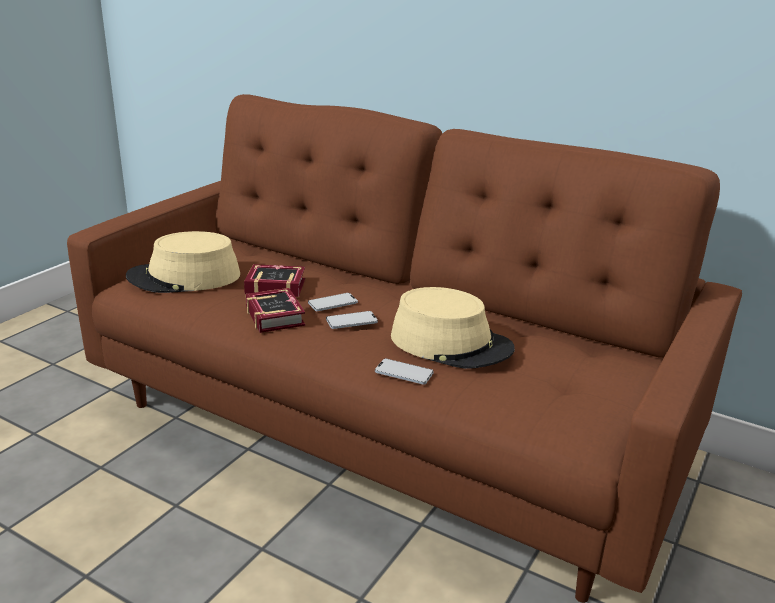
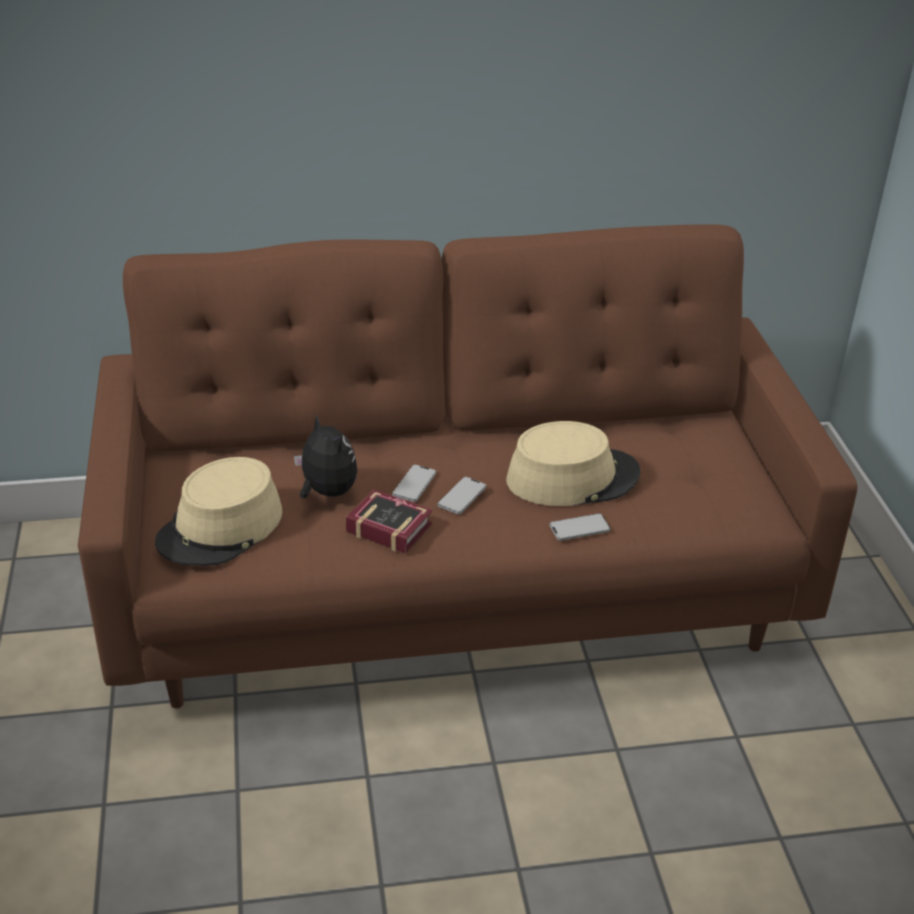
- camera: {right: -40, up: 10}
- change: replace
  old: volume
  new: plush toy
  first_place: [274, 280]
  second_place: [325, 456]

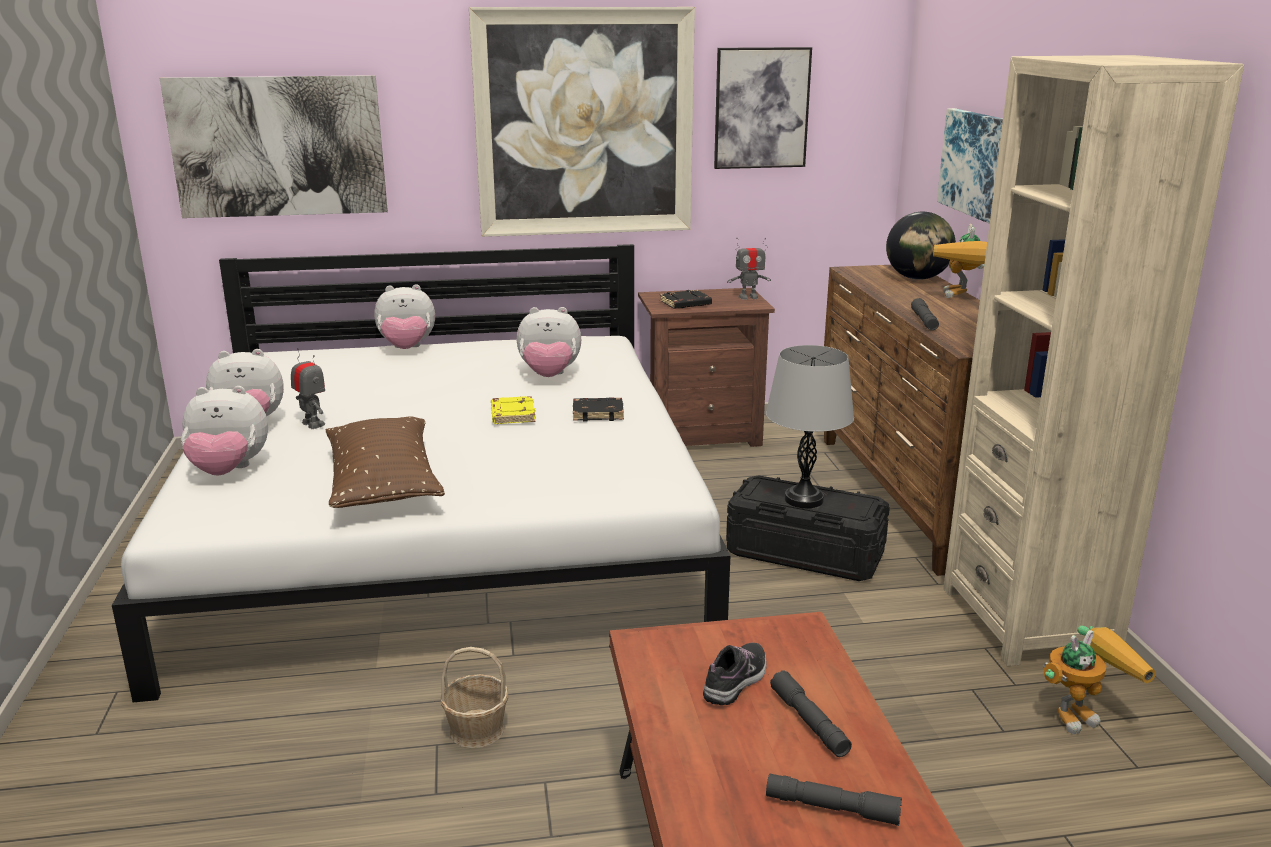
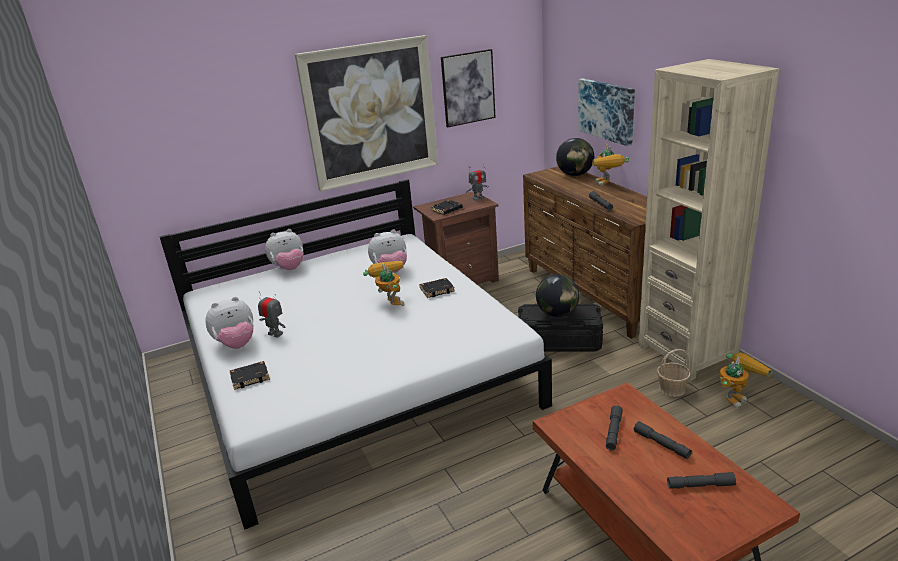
- camera: {right: -15, up: 5}
- change: delete
  old: picture
  first_place: [274, 146]
- change: replace
  old: greyish table lamp
  new: world globe
  first_place: [810, 426]
  second_place: [557, 295]
- change: replace
  old: plush toy
  new: black volume
  first_place: [224, 431]
  second_place: [250, 375]
- change: replace
  old: yellowish volume
  new: model robot
  first_place: [513, 410]
  second_place: [383, 283]
- change: delete
  old: brown pillow
  first_place: [385, 462]
- change: replace
  old: shoe
  new: greyish flashlight
  first_place: [735, 674]
  second_place: [614, 427]
- change: move
  old: storage basket
  first_place: [474, 698]
  second_place: [674, 373]

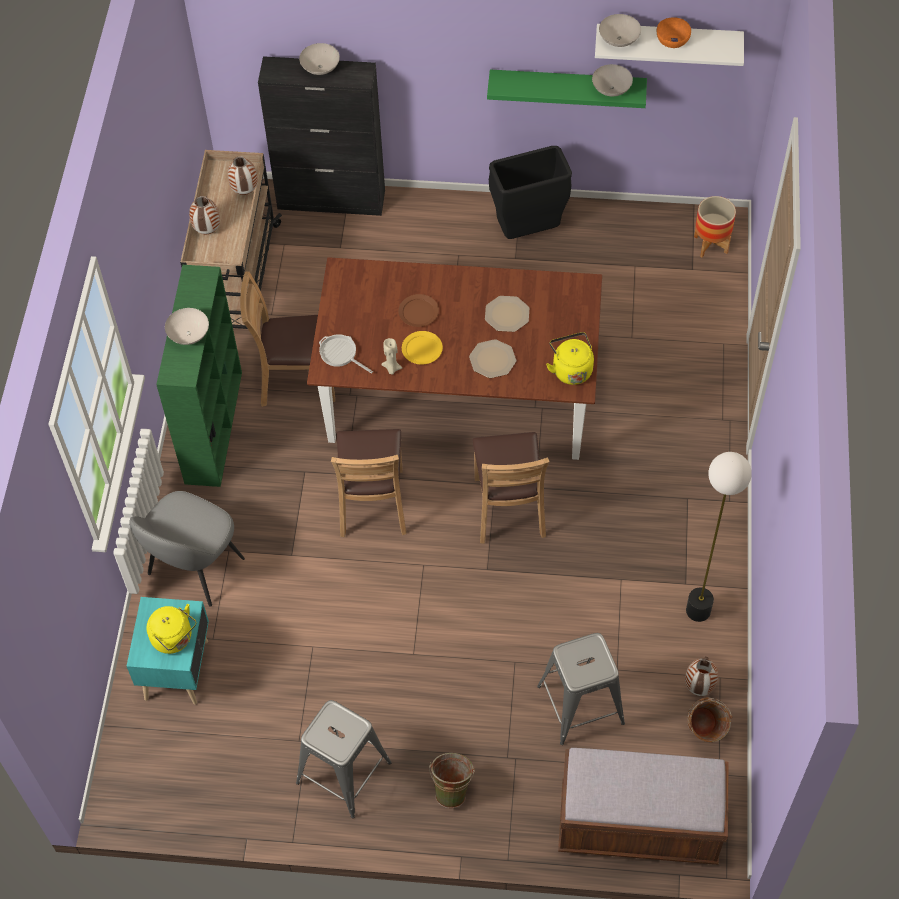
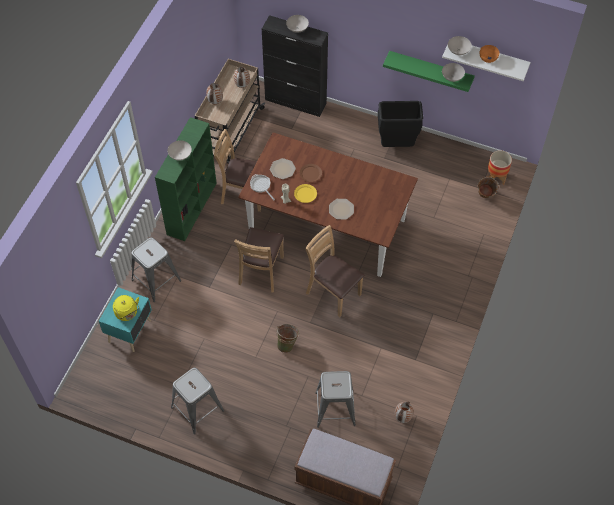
- camera: {right: 15, up: 0}
- change: move
  old: flat dish
  first_place: [507, 314]
  second_place: [283, 168]
- change: delete
  old: yellowish water kettle
  first_place: [570, 358]
- change: rotate
  old: brown upright chair
  first_place: [511, 488]
  second_place: [334, 271]
  degrees: 120
- change: delete
  old: floor lamp
  first_place: [719, 537]
- change: replace
  old: greyish upright chair
  new: greyish stool
  first_place: [187, 549]
  second_place: [156, 269]
- change: move
  old: brown bucket
  first_place: [709, 719]
  second_place: [488, 187]
- change: move
  old: green bucket
  first_place: [452, 780]
  second_place: [287, 338]

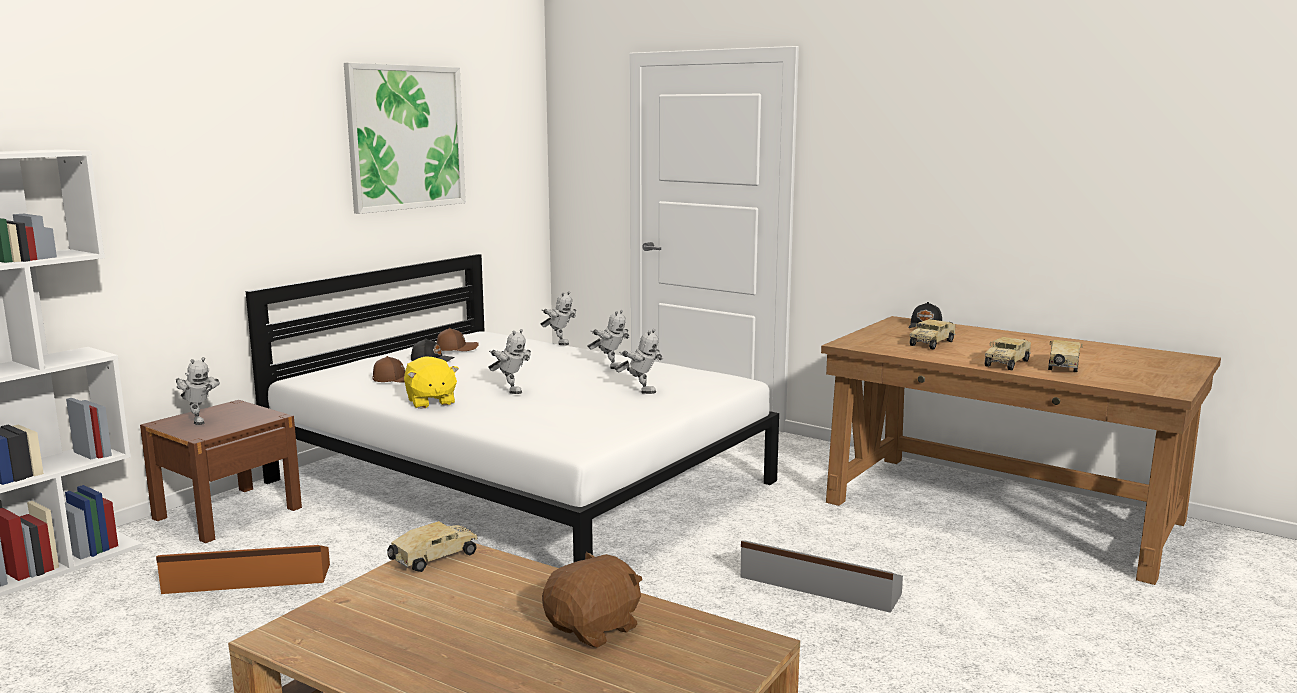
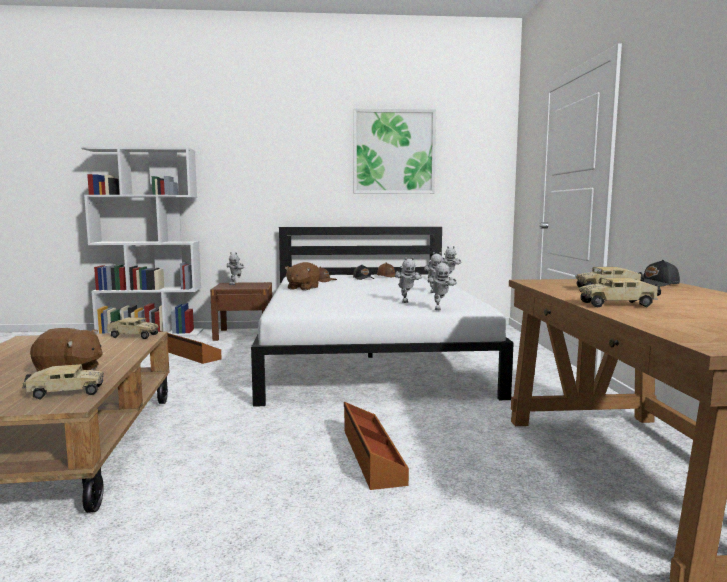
- camera: {right: 50, up: -5}
- change: move
  old: model robot
  first_place: [509, 361]
  second_place: [442, 285]
- change: move
  old: model truck
  first_place: [1065, 356]
  second_place: [63, 382]
- change: recolor
  old: yellowish plush toy
  new: brown plush toy
  first_place: [431, 382]
  second_place: [302, 276]
- change: recolor
  old: greyish storage box
  new: brown storage box
  first_place: [821, 576]
  second_place: [376, 446]

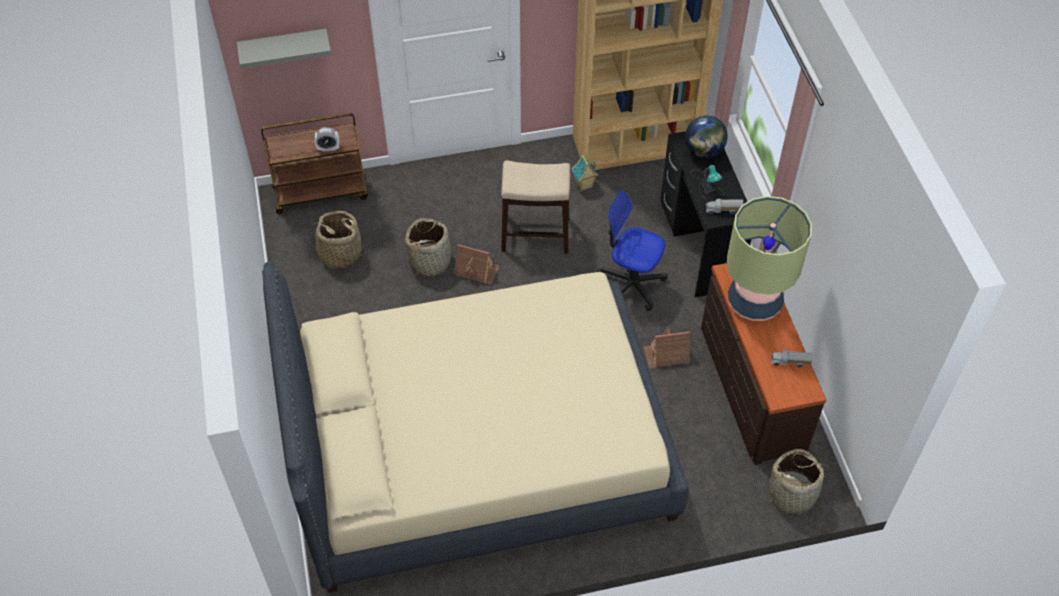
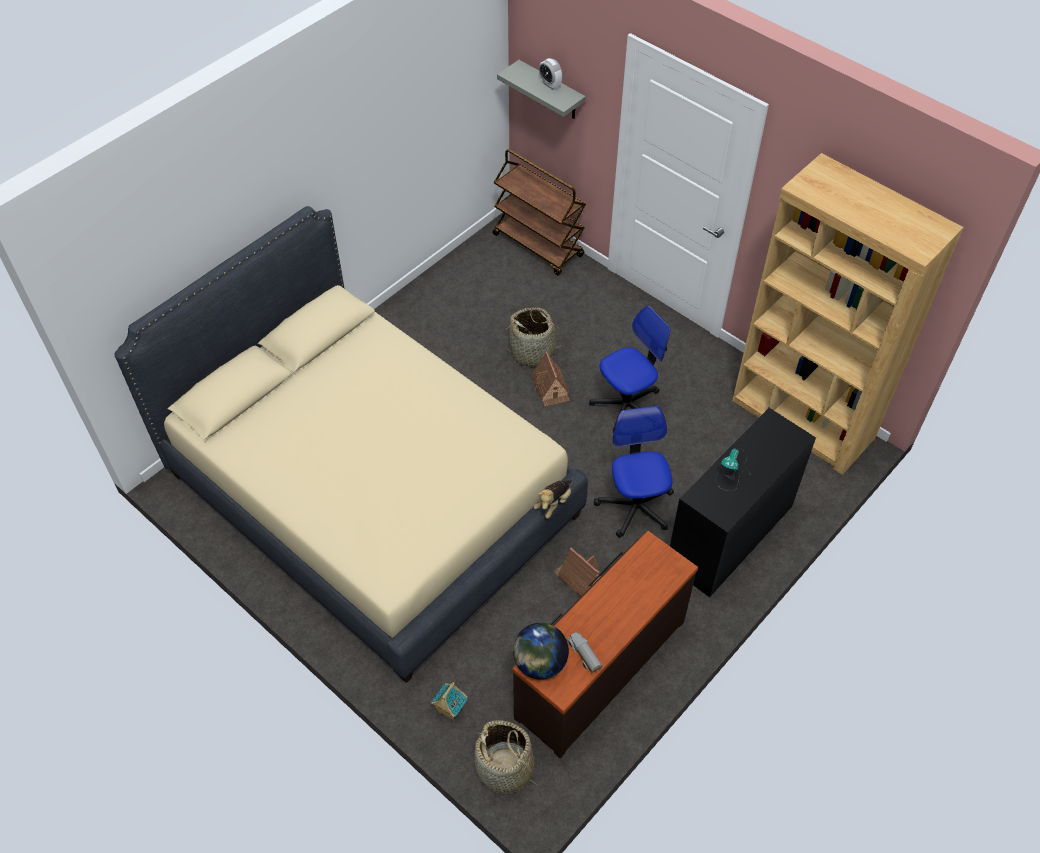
- camera: {right: 55, up: 0}
- change: move
  old: world globe
  first_place: [706, 137]
  second_place: [541, 651]
- change: move
  old: table clock
  first_place: [327, 139]
  second_place: [550, 74]
- change: move
  old: toy house
  first_place: [584, 172]
  second_place: [449, 701]
- change: replace
  old: stool
  new: office chair
  first_place: [535, 207]
  second_place: [629, 369]
- change: delete
  old: table lamp
  first_place: [769, 258]
- change: delete
  old: model truck
  first_place: [724, 206]
- change: delete
  old: storage basket
  first_place: [336, 240]
- change: insert
  new: plush toy
  second_place: [553, 499]

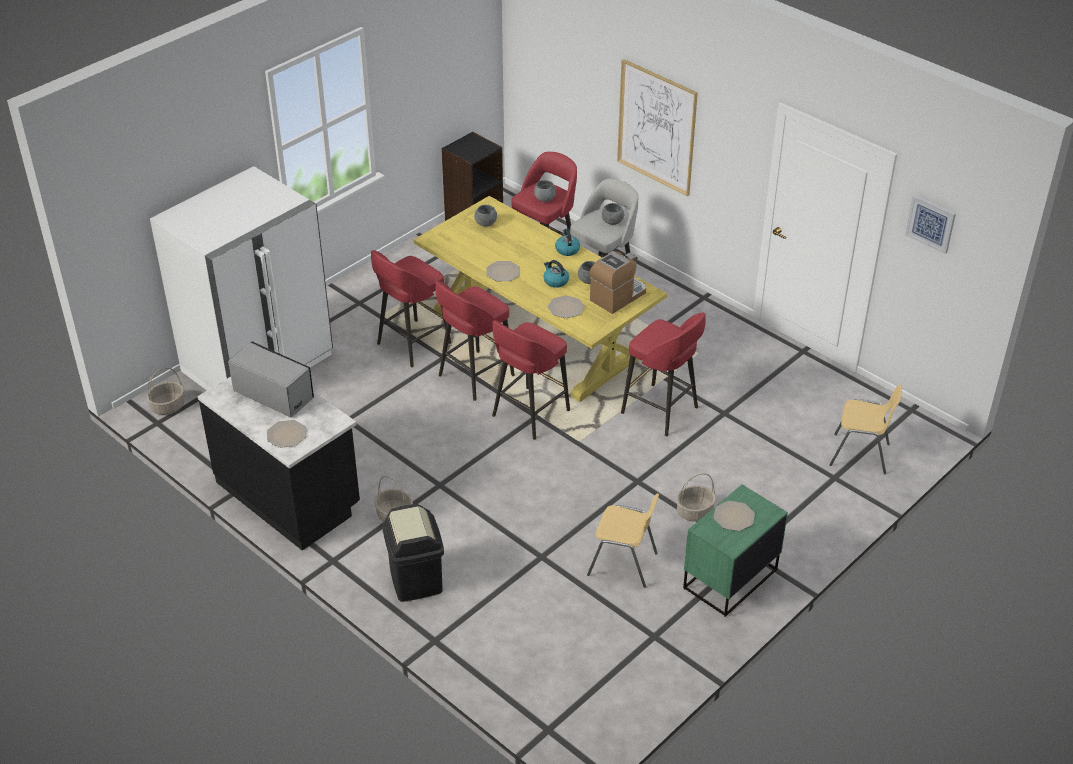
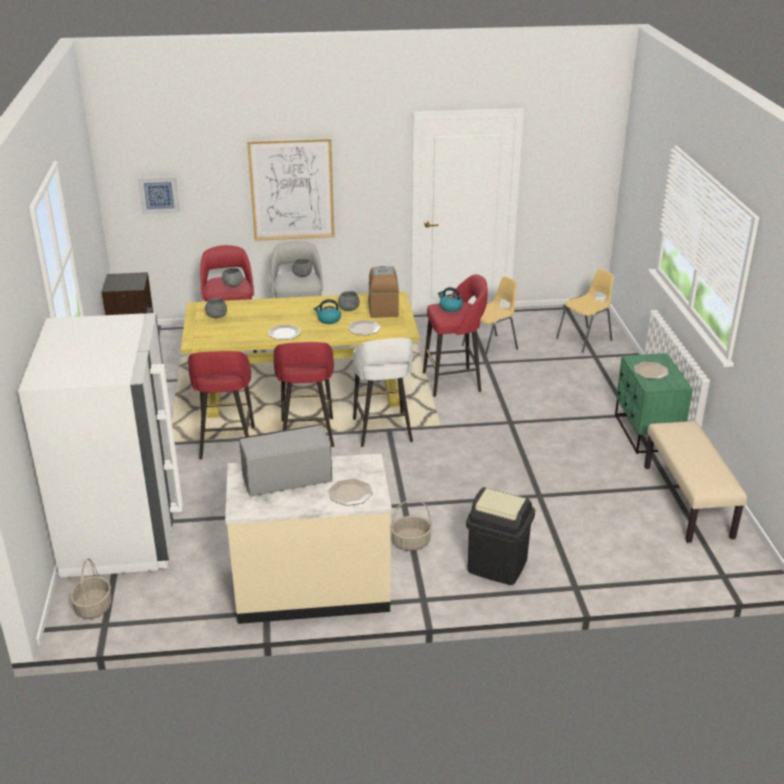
- camera: {right: -50, up: -10}
- change: move
  old: picture
  first_place: [930, 224]
  second_place: [159, 195]
- change: move
  old: water kettle
  first_place: [567, 242]
  second_place: [450, 299]
- change: recolor
  old: red-coloured stool
  new: white stool
  first_place: [531, 380]
  second_place: [383, 392]
- change: recolor
  old: black kitchen base unit
  new: beige kitchen base unit
  first_place: [279, 464]
  second_place: [308, 539]
- change: delete
  old: storage basket
  first_place: [696, 497]
- change: move
  old: yellowish upright chair
  first_place: [623, 540]
  second_place: [490, 318]
- change: insert
  new: beige long seat
  second_place: [695, 482]

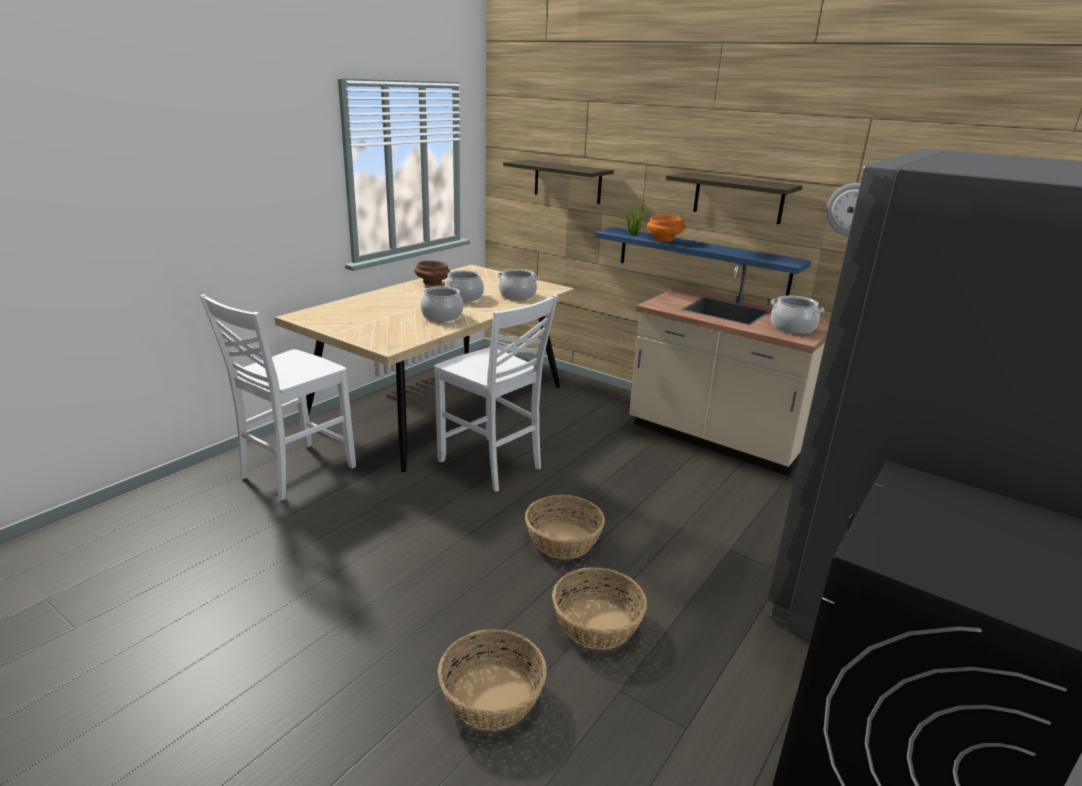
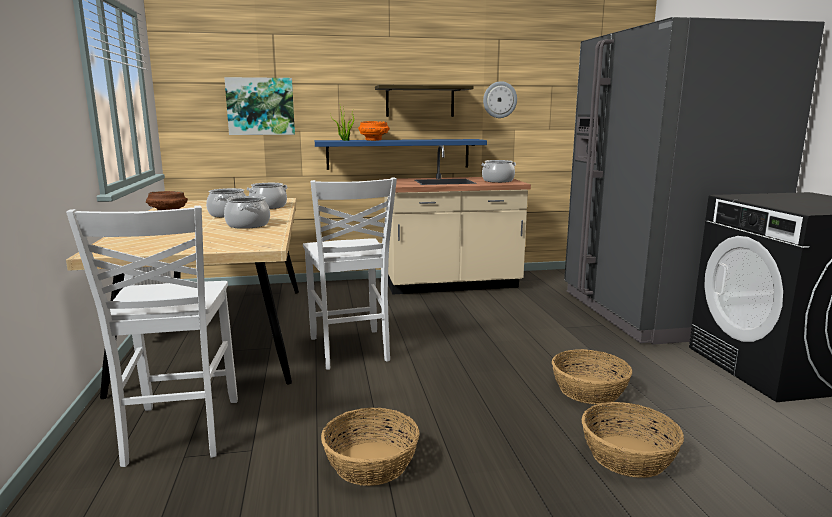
- camera: {right: -45, up: -10}
- change: replace
  old: bracket shelf
  new: picture
  first_place: [558, 182]
  second_place: [259, 106]
- change: rotate
  old: white upright chair
  first_place: [496, 393]
  second_place: [350, 273]
  degrees: 75
- change: move
  old: storage basket
  first_place: [565, 527]
  second_place: [370, 447]

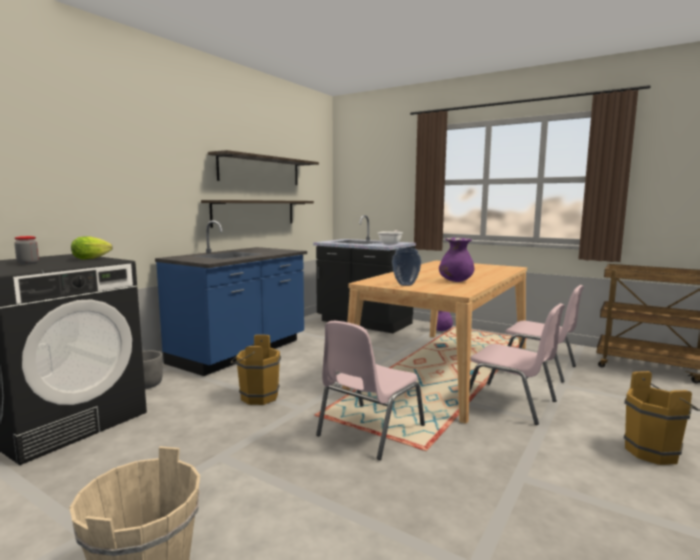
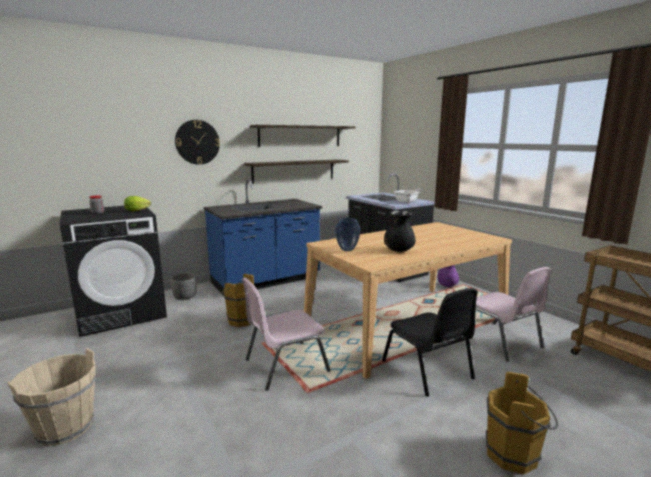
- camera: {right: 25, up: 5}
- change: recolor
  old: purple-coloured flower vase
  new: black flower vase
  first_place: [456, 260]
  second_place: [400, 231]
- change: recolor
  old: pink-coloured upright chair
  new: black upright chair
  first_place: [517, 364]
  second_place: [430, 342]
- change: insert
  new: hanging clock
  second_place: [197, 142]

